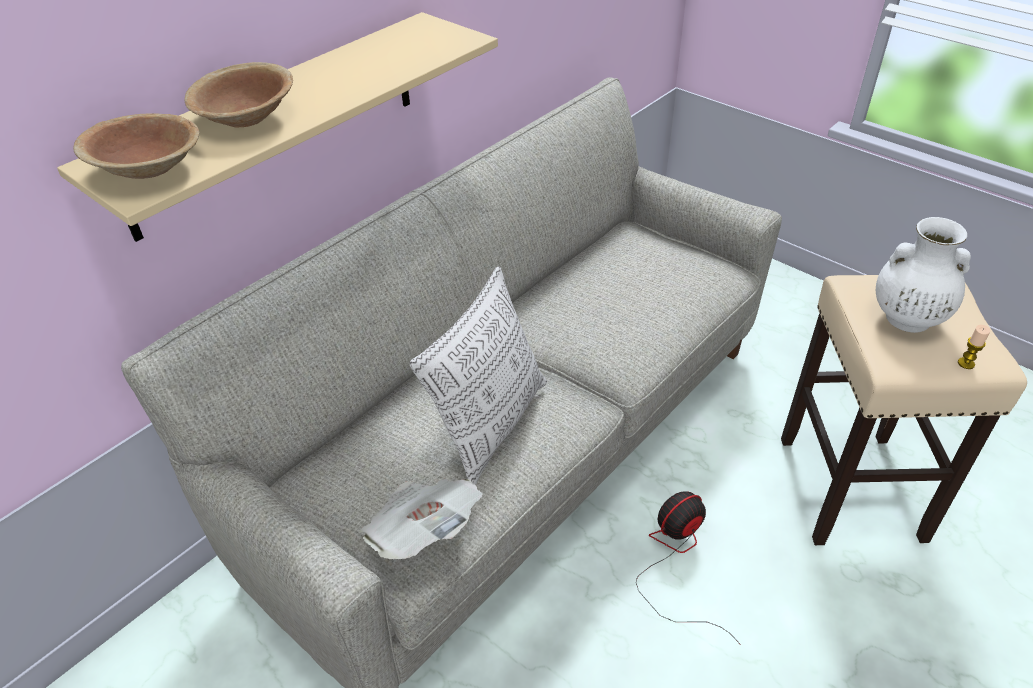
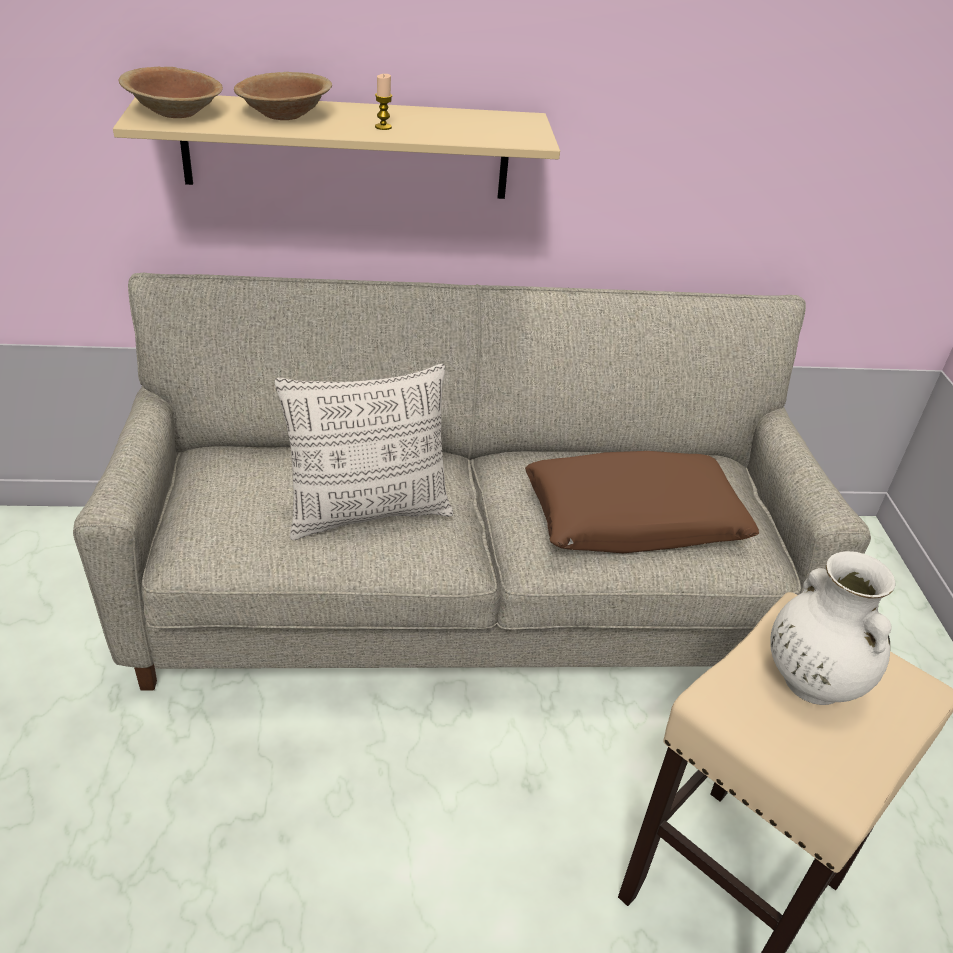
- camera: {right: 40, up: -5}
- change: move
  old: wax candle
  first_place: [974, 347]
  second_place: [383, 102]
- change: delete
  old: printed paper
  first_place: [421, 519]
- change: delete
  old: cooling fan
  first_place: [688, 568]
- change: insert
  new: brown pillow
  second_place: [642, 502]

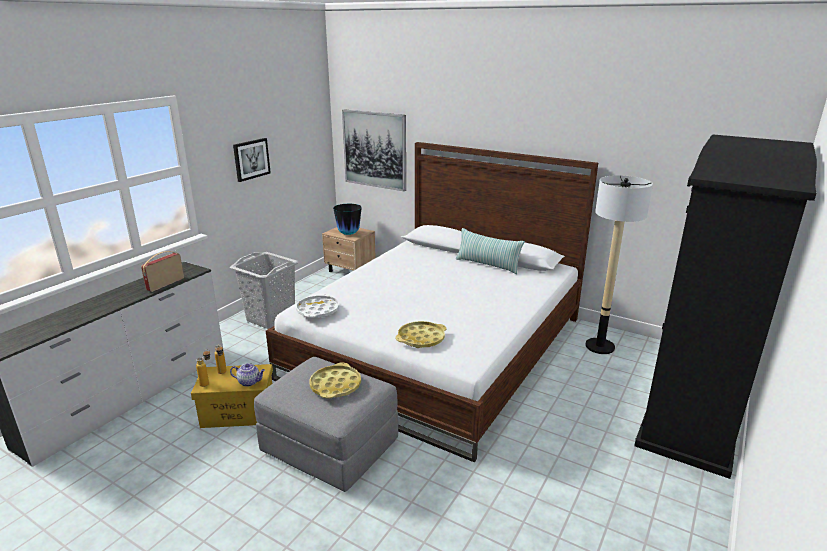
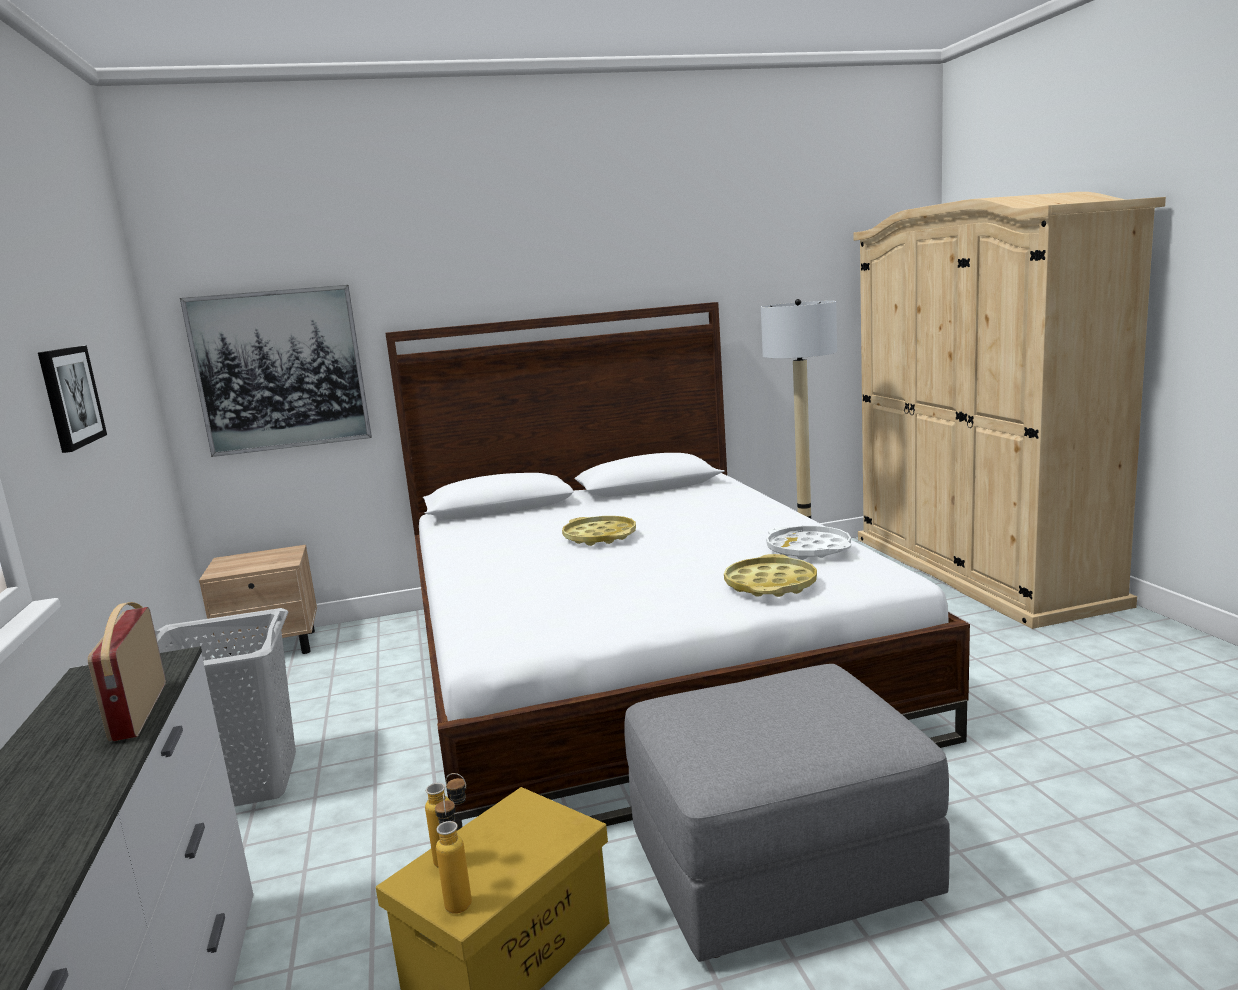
- camera: {right: -45, up: -10}
- change: recolor
  old: black wardrobe
  new: beige wardrobe
  first_place: [725, 307]
  second_place: [1009, 410]
- change: delete
  old: flower vase
  first_place: [347, 219]
- change: delete
  old: pillow
  first_place: [490, 251]
- change: move
  old: white serving tray
  first_place: [317, 306]
  second_place: [808, 543]
- change: delete
  old: pot for tea
  first_place: [247, 375]
- change: move
  old: yellowish serving tray
  first_place: [335, 380]
  second_place: [599, 531]

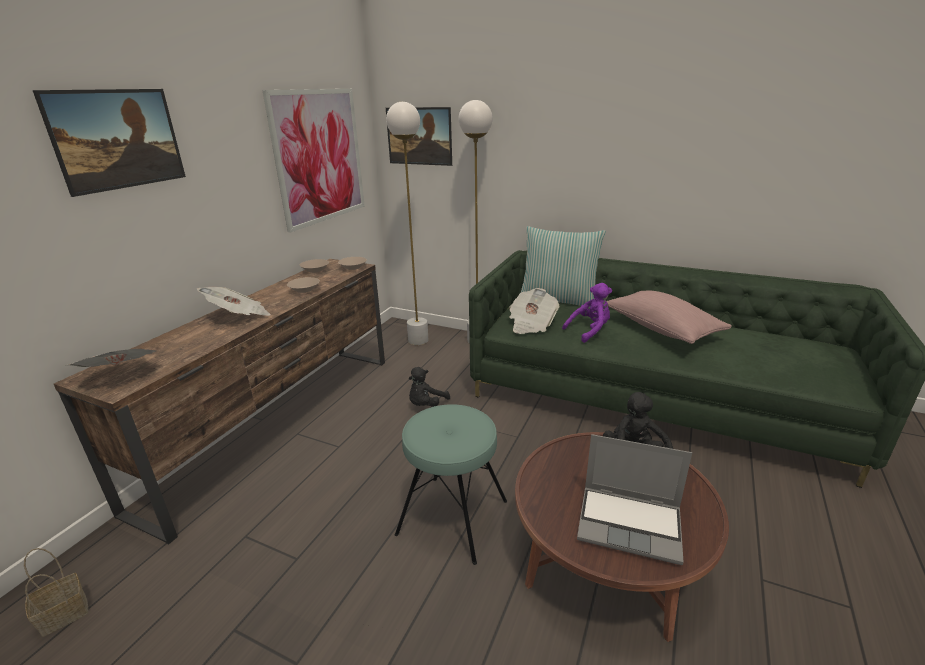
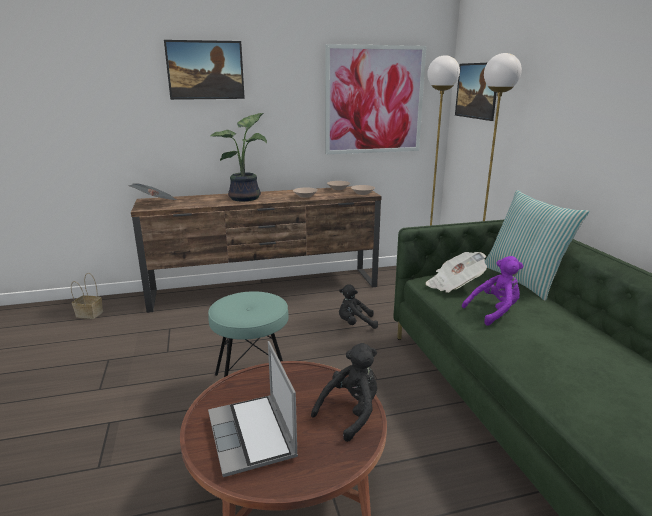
- camera: {right: 50, up: -5}
- change: rotate
  old: purple-coloured plush toy
  first_place: [587, 313]
  second_place: [493, 290]
  degrees: -45
- change: replace
  old: printed paper
  new: potted plant
  first_place: [234, 301]
  second_place: [239, 157]
- change: delete
  old: pink-coloured pillow
  first_place: [669, 317]

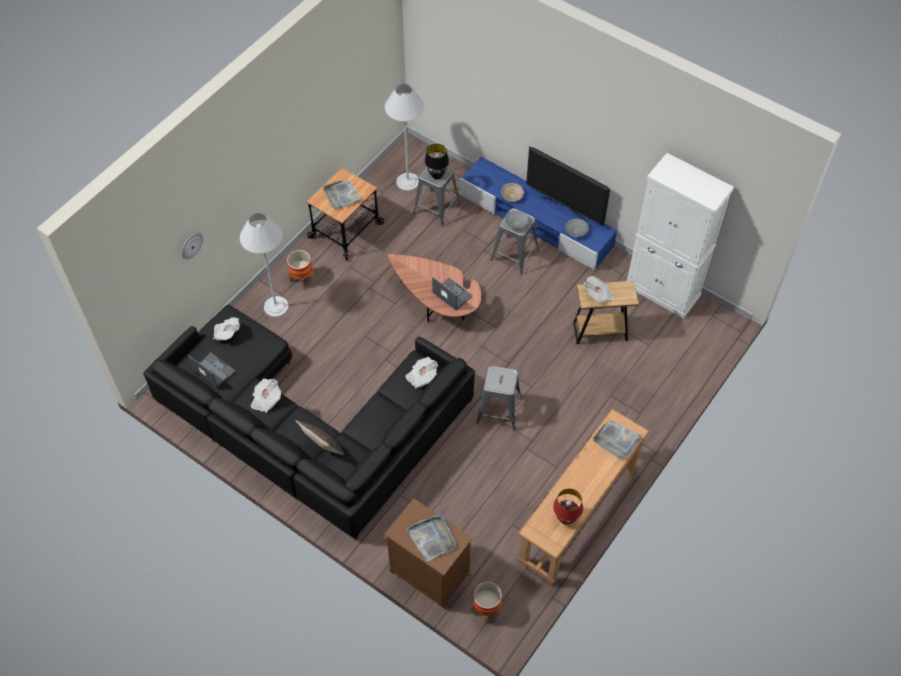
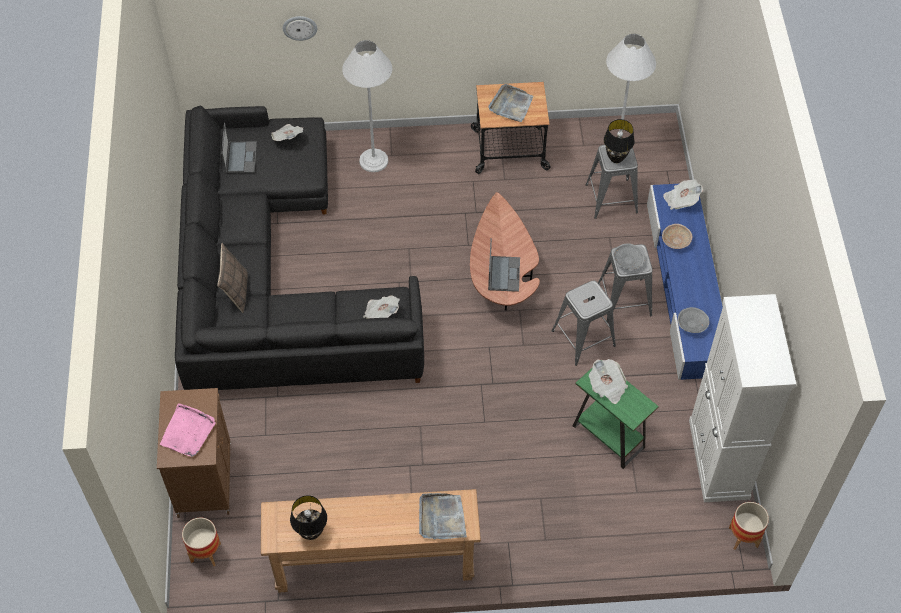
- camera: {right: 50, up: 0}
- change: delete
  old: television
  first_place: [568, 186]
- change: move
  old: planter
  first_place: [301, 270]
  second_place: [749, 526]
- change: recolor
  old: brown accent table
  new: green accent table
  first_place: [606, 312]
  second_place: [616, 418]
- change: move
  old: greyish stool
  first_place: [498, 398]
  second_place: [584, 323]
- change: move
  old: printed paper
  first_place: [266, 396]
  second_place: [683, 194]
- change: recolor
  old: red-coloured table lamp
  new: black table lamp
  first_place: [568, 507]
  second_place: [308, 517]
- change: recolor
  old: greyish serving tray
  new: pink-coloured serving tray
  first_place: [432, 538]
  second_place: [188, 430]

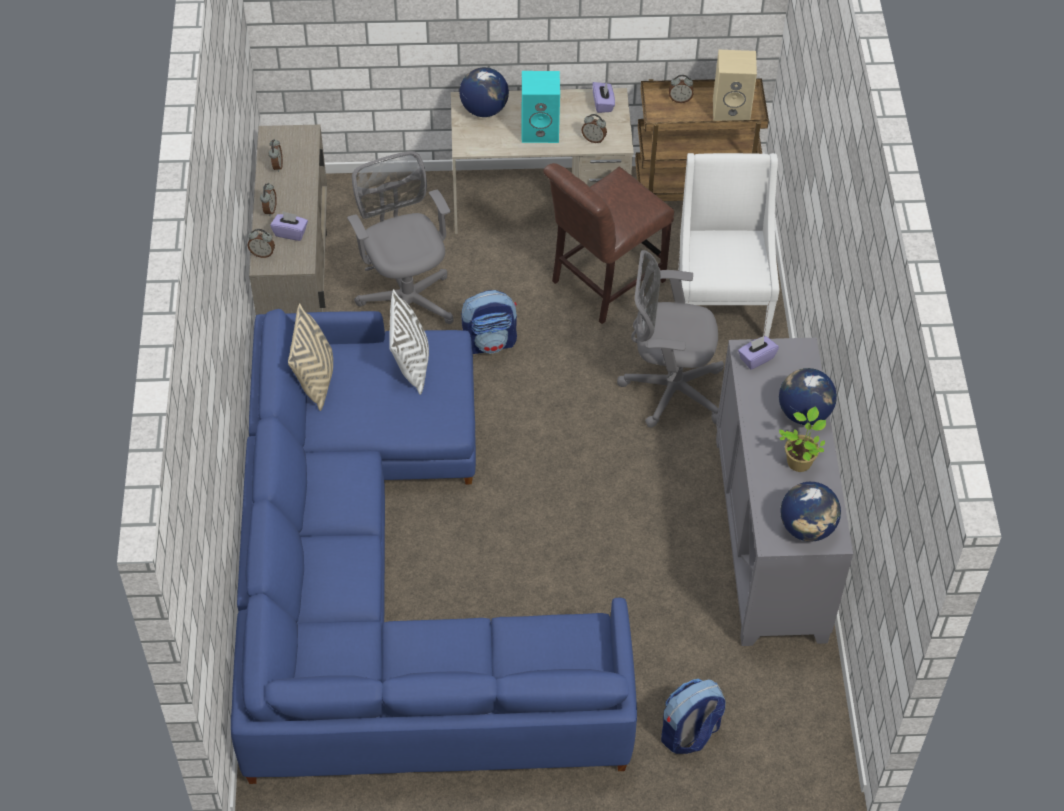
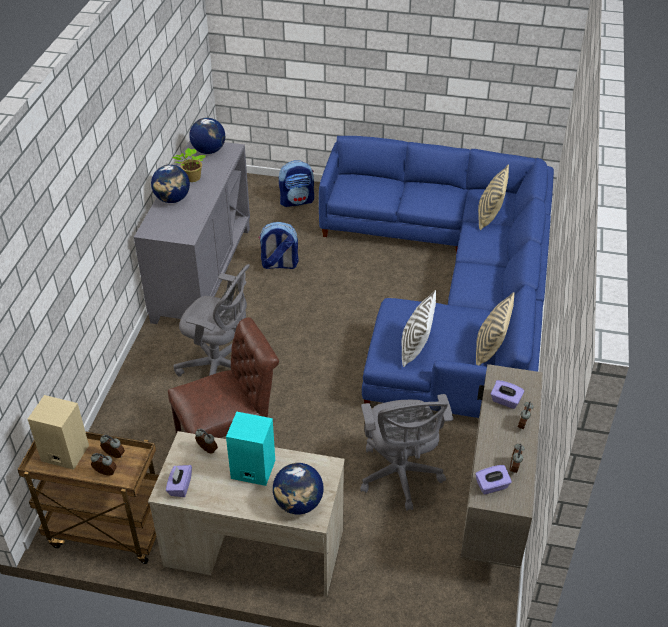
- camera: {right: -165, up: -10}
- change: delete
  old: white armchair
  first_place: [728, 245]
- change: move
  old: table clock
  first_place: [261, 243]
  second_place: [112, 446]
- change: move
  old: backpack
  first_place: [489, 322]
  second_place: [279, 245]
- change: move
  old: purple-coloured tissue box
  first_place: [758, 353]
  second_place: [493, 480]
- change: insert
  new: beige pillow
  second_place: [493, 197]

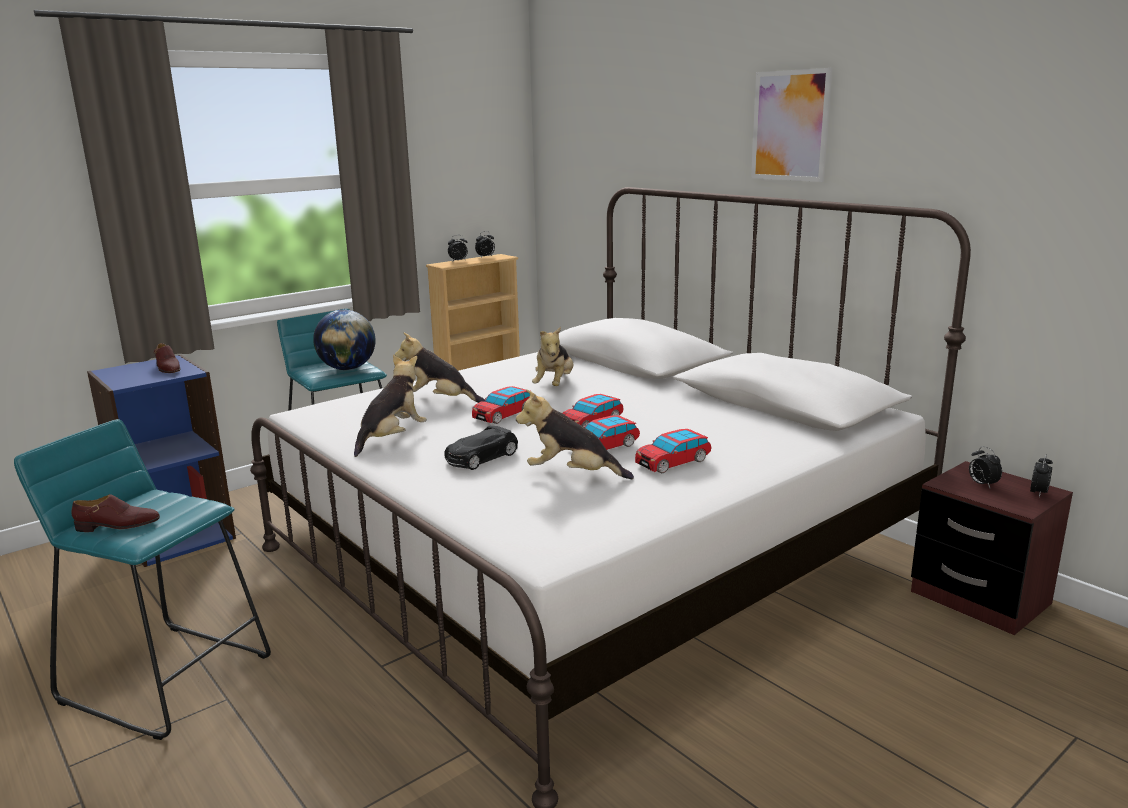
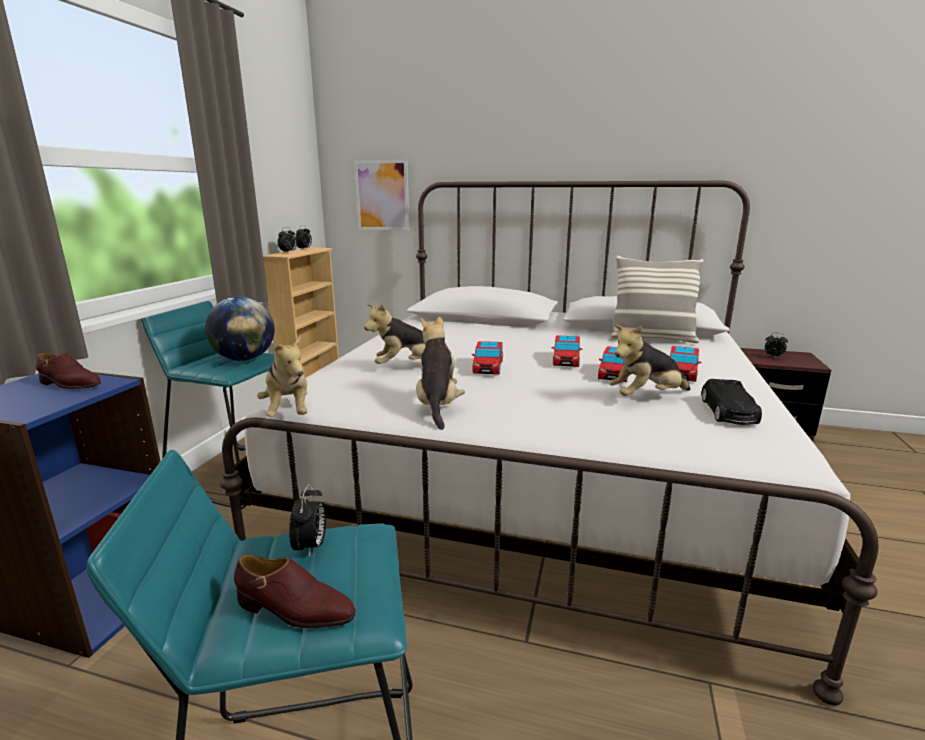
- camera: {right: -35, up: 0}
- change: move
  old: picture
  first_place: [791, 125]
  second_place: [381, 195]
- change: move
  old: plush toy
  first_place: [552, 356]
  second_place: [282, 376]
- change: move
  old: black miniature car
  first_place: [481, 448]
  second_place: [731, 402]
- change: move
  old: table clock
  first_place: [1041, 475]
  second_place: [307, 521]
- change: rotate
  old: brown shoe
  first_place: [115, 513]
  second_place: [295, 591]
  degrees: 60
- change: insert
  new: pillow
  second_place: [656, 299]

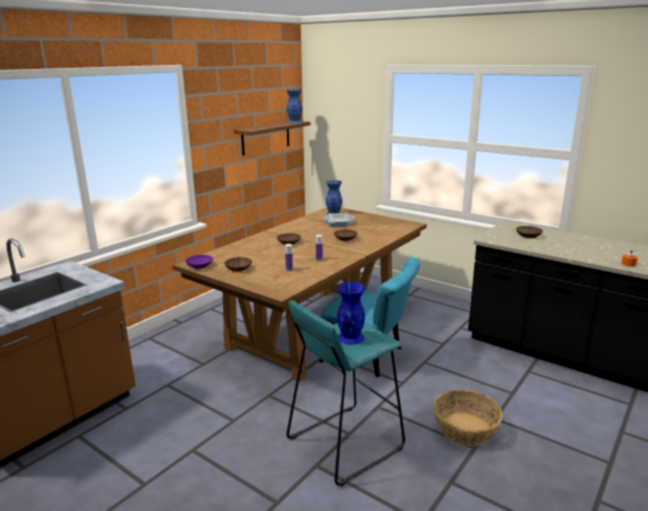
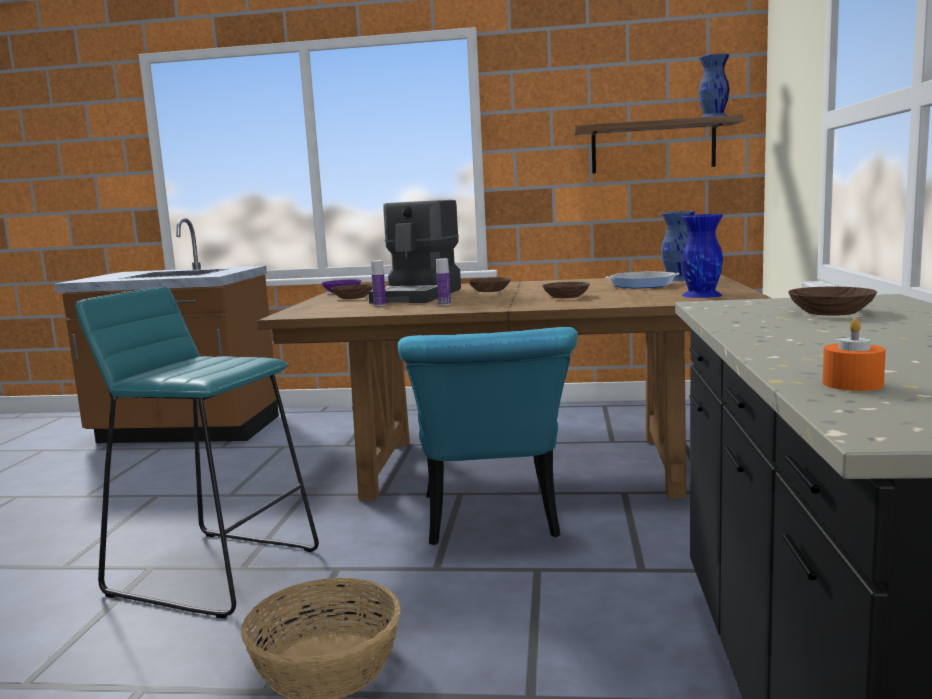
- camera: {right: 60, up: -10}
- change: move
  old: bluish flower vase
  first_place: [351, 313]
  second_place: [702, 256]
- change: insert
  new: coffee maker
  second_place: [414, 251]

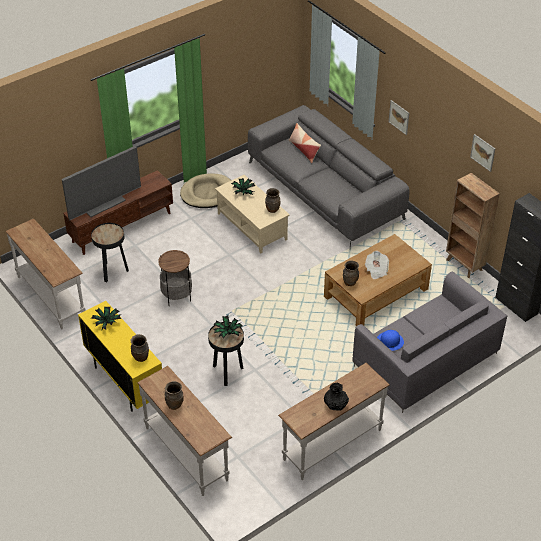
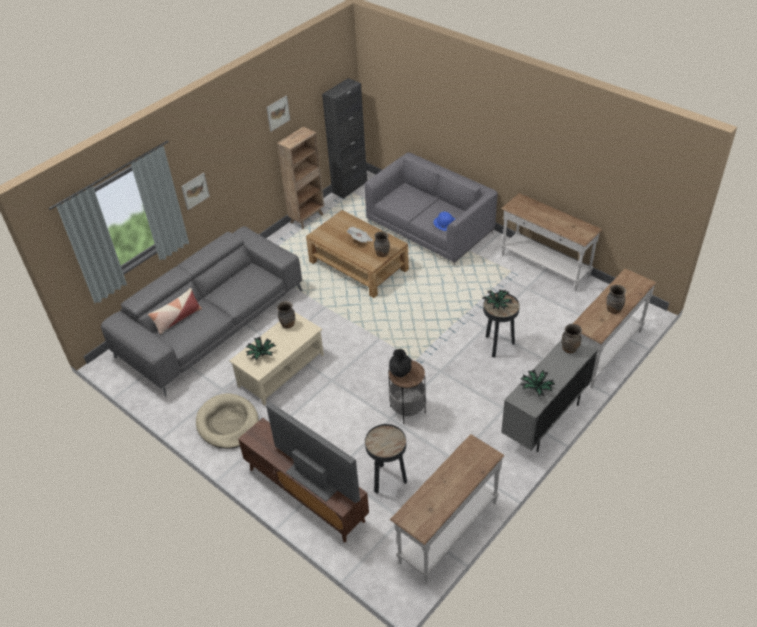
- camera: {right: -100, up: 0}
- change: recolor
  old: yellowish cupboard
  new: greyish cupboard
  first_place: [120, 356]
  second_place: [549, 395]
- change: move
  old: black flower vase
  first_place: [336, 397]
  second_place: [400, 363]

